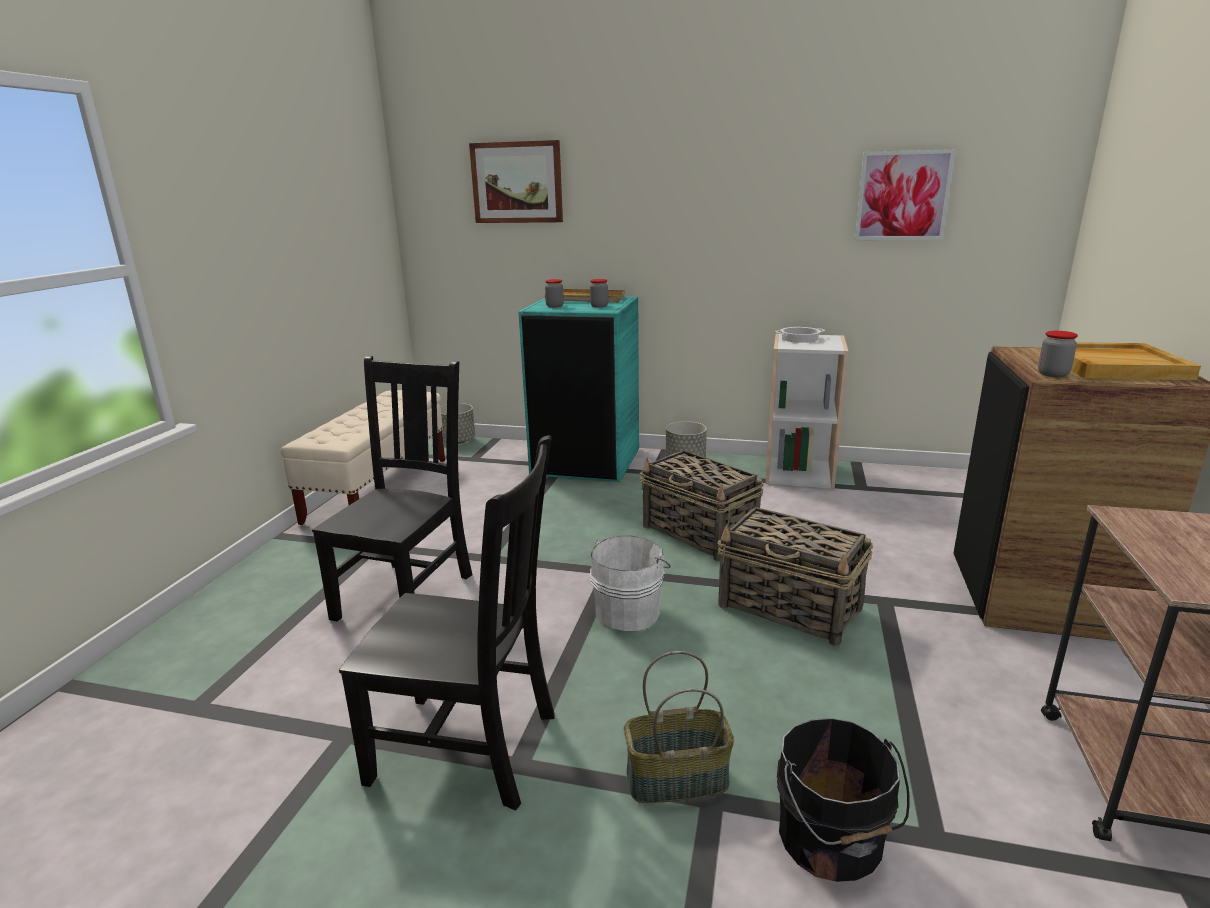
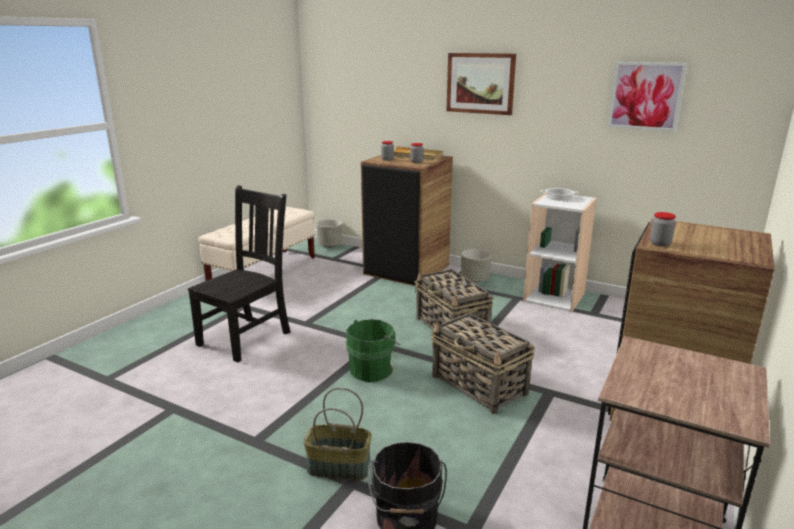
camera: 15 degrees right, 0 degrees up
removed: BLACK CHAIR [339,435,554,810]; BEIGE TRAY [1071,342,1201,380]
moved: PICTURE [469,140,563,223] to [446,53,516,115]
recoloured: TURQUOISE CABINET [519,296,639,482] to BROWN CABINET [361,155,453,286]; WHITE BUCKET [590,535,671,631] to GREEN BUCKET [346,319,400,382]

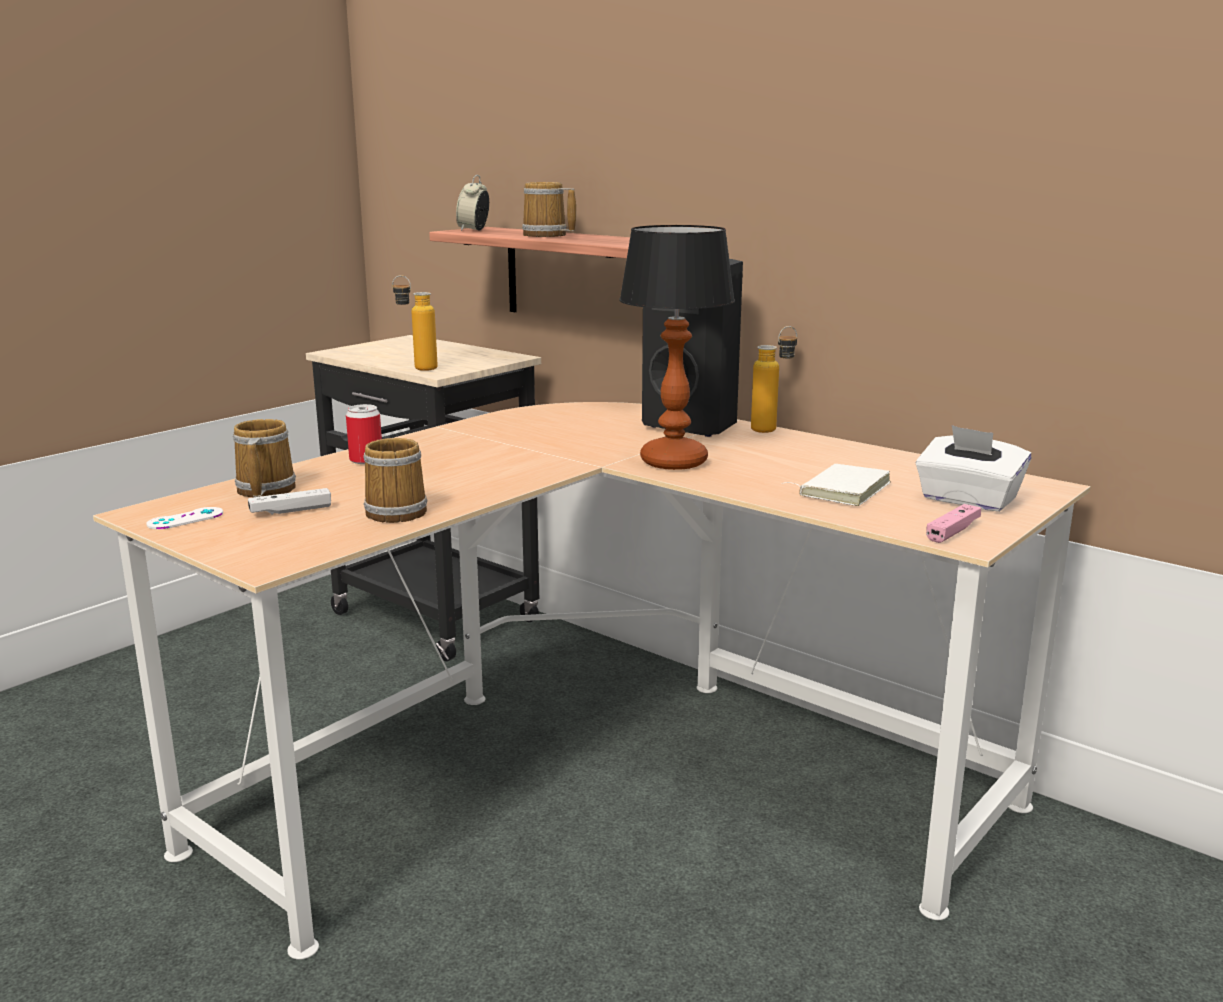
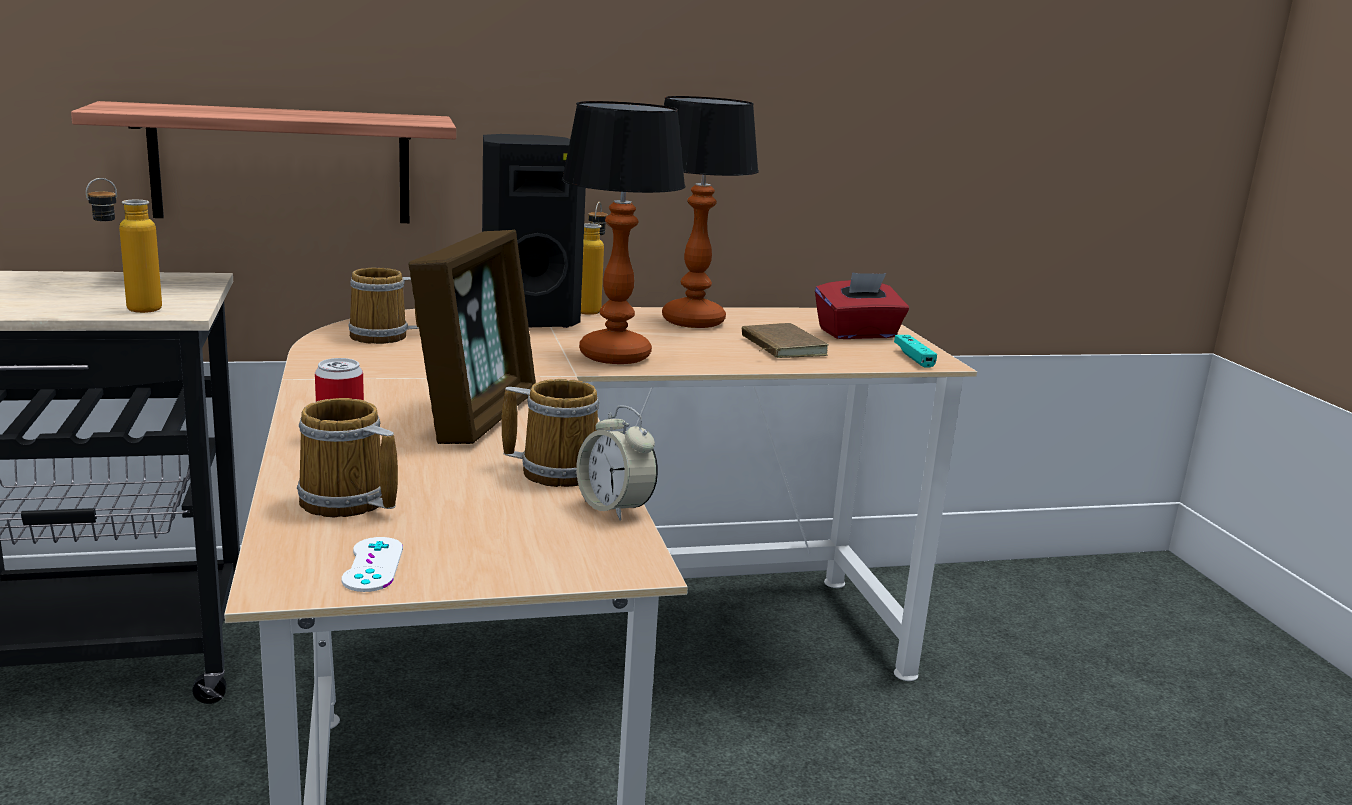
camera: 55 degrees left, 0 degrees up
removed: WHITE GAME CONTROLLER [248,488,331,515]
added: PICTURE FRAME [409,229,536,444]; TABLE LAMP [662,96,759,328]
moved: ALARM CLOCK [456,175,489,231] to [576,406,658,521]; MUG [522,182,576,237] to [348,268,419,344]
recoloured: WHITE BOOK [782,464,891,506] to BROWN BOOK [742,323,828,358]; WHITE TISSUE BOX [916,425,1031,512] to RED TISSUE BOX [815,272,909,339]; PINK GAME CONTROLLER [926,504,981,543] to TURQUOISE GAME CONTROLLER [894,335,937,368]

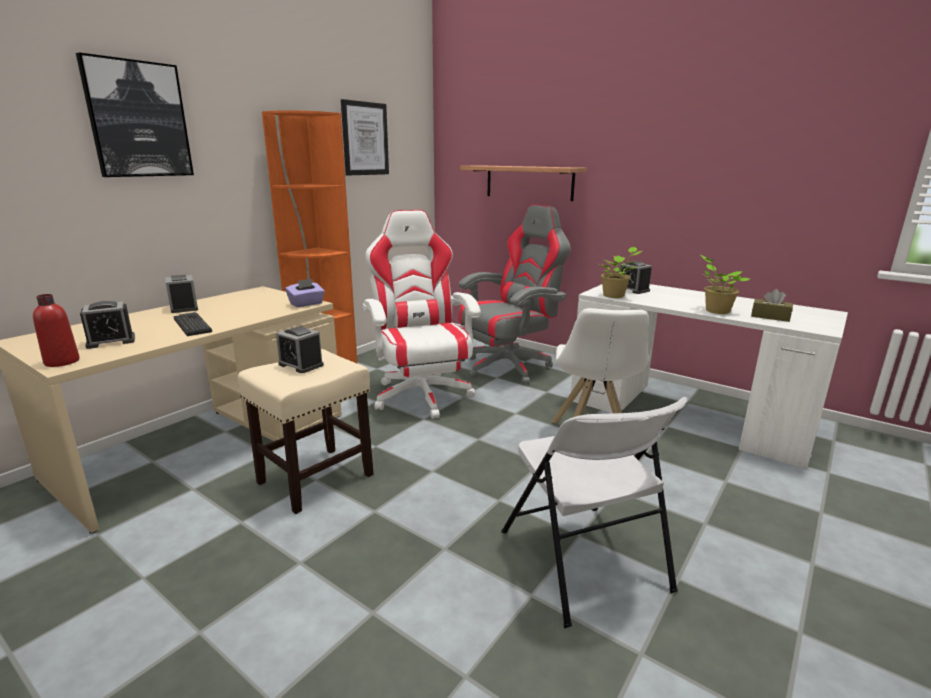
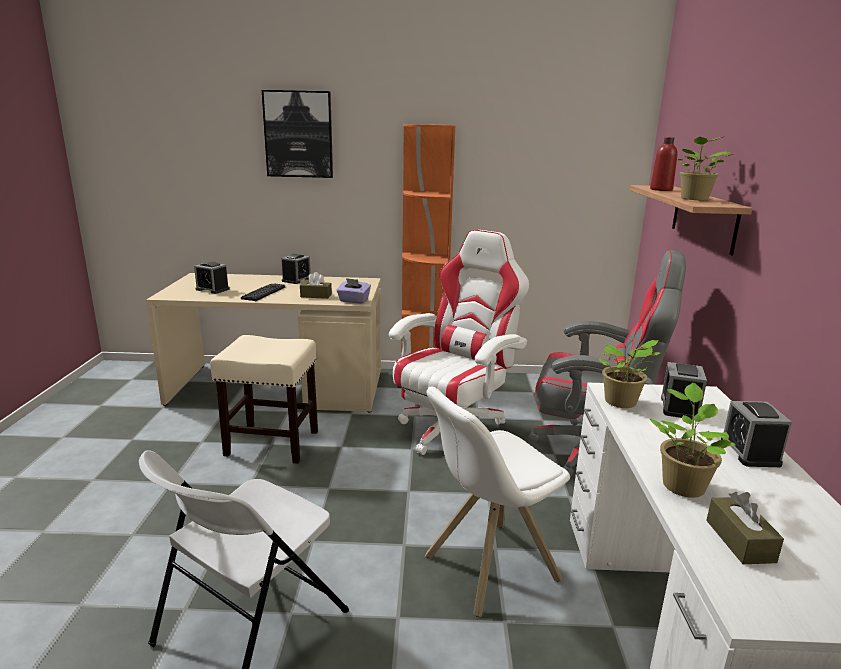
camera: 55 degrees right, 0 degrees up
removed: PICTURE [341,99,389,176]
added: BROWN TISSUE BOX [300,272,332,299]; POTTED PLANT [677,137,733,200]
moved: RED BOTTLE [33,294,80,367] to [650,137,678,191]; ALARM CLOCK [276,326,324,373] to [721,401,792,467]

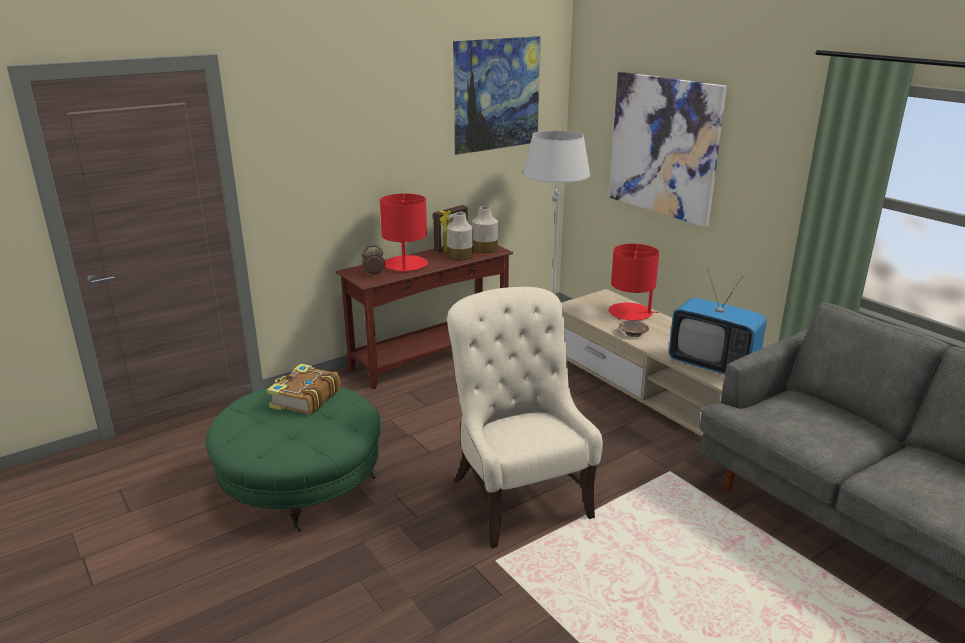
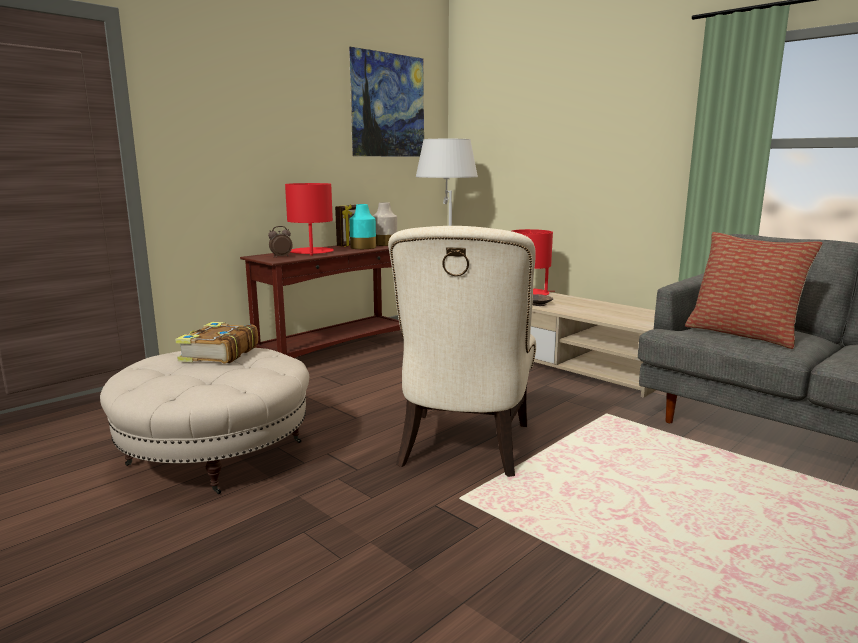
camera: 10 degrees left, 10 degrees down
removed: PICTURE [609,72,727,227]; TELEVISION [668,268,767,375]
added: PILLOW [685,232,823,349]
recoloured: GREEN OTTOMAN [206,387,381,532] to BEIGE OTTOMAN [100,348,309,494]; BEIGE VASE [447,212,473,260] to TURQUOISE VASE [350,204,376,249]
turned: BEIGE ARMCHAIR [447,287,603,549] = [388,226,536,477] 135 degrees counterclockwise

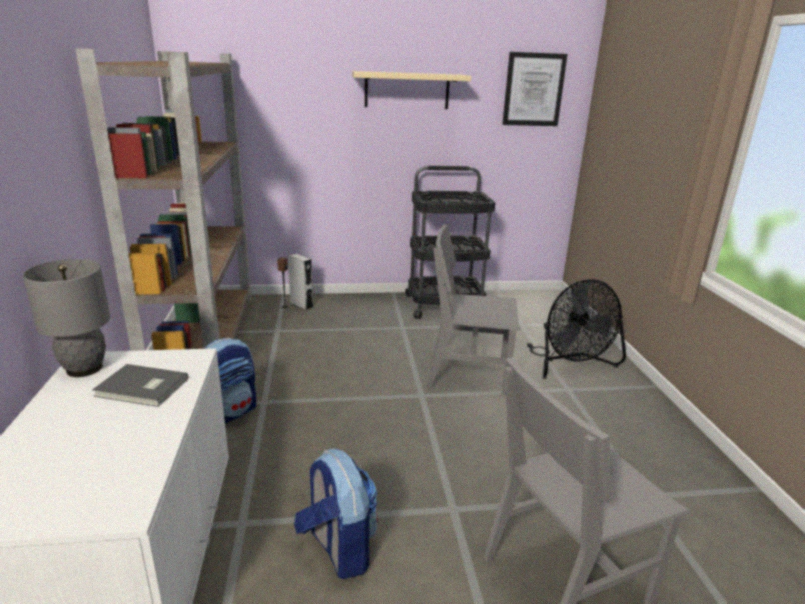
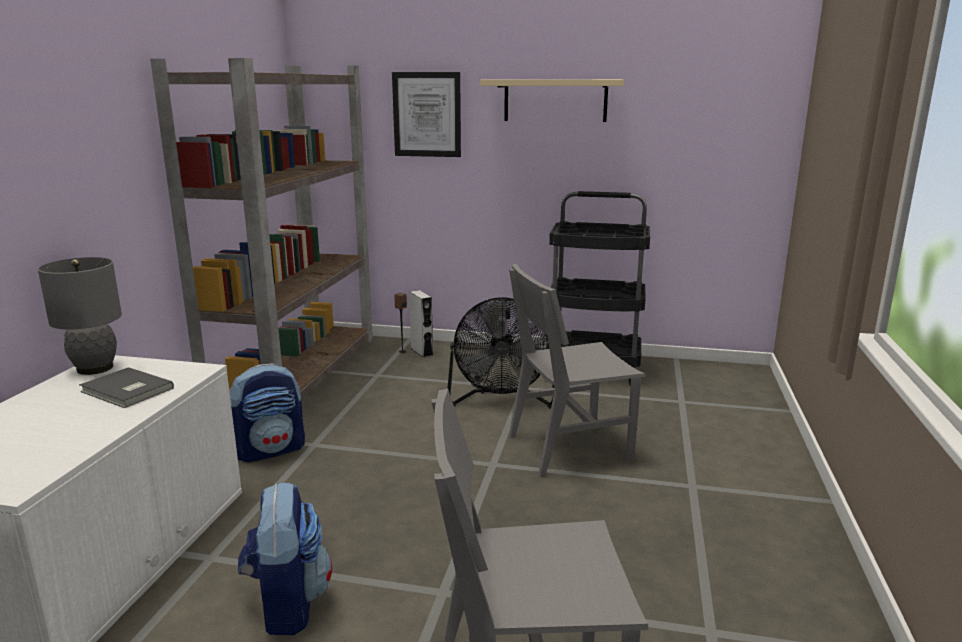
camera: 20 degrees right, 5 degrees down
moved: PICTURE [502,52,567,126] to [392,72,461,157]; BLACK FAN [527,279,626,379] to [447,297,554,409]
turned: GREY CHAIR [427,225,520,395] = [509,264,646,477] 45 degrees counterclockwise

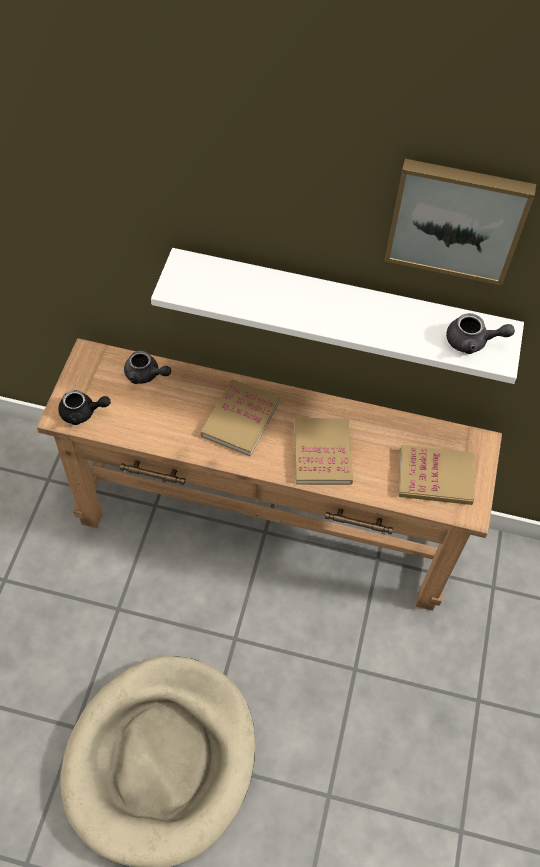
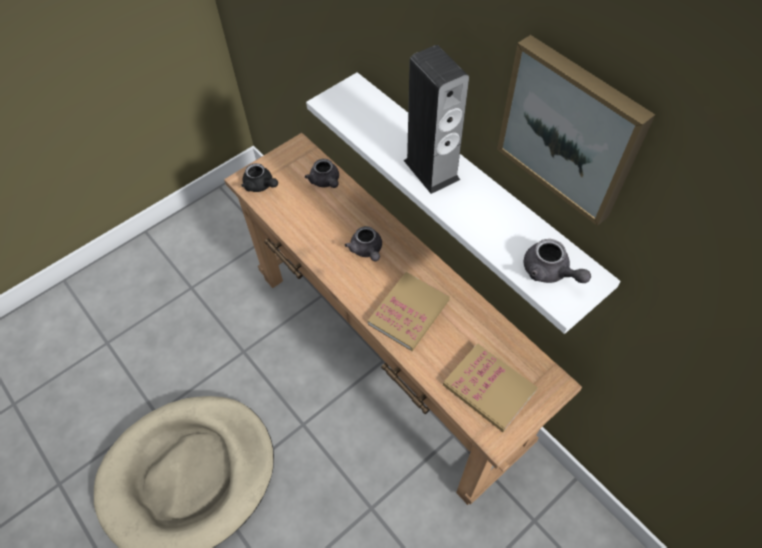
camera: 40 degrees right, 0 degrees up
added: SPEAKER [404,45,469,194]
replaced: BOOK [201,379,280,457] to GREY TEAPOT [345,226,382,261]

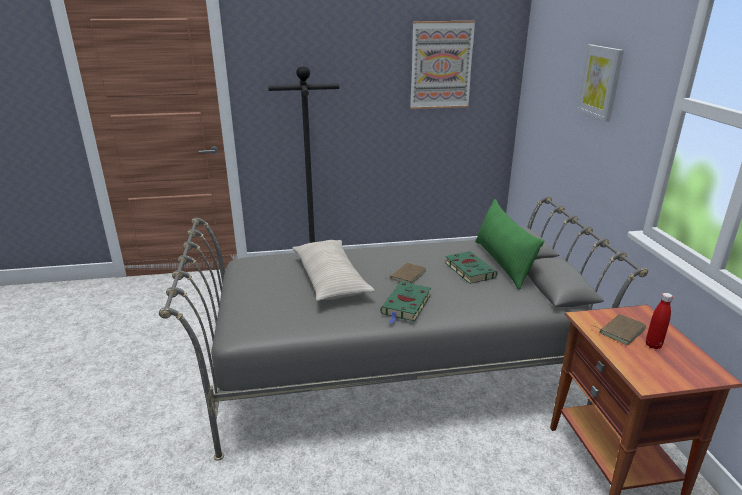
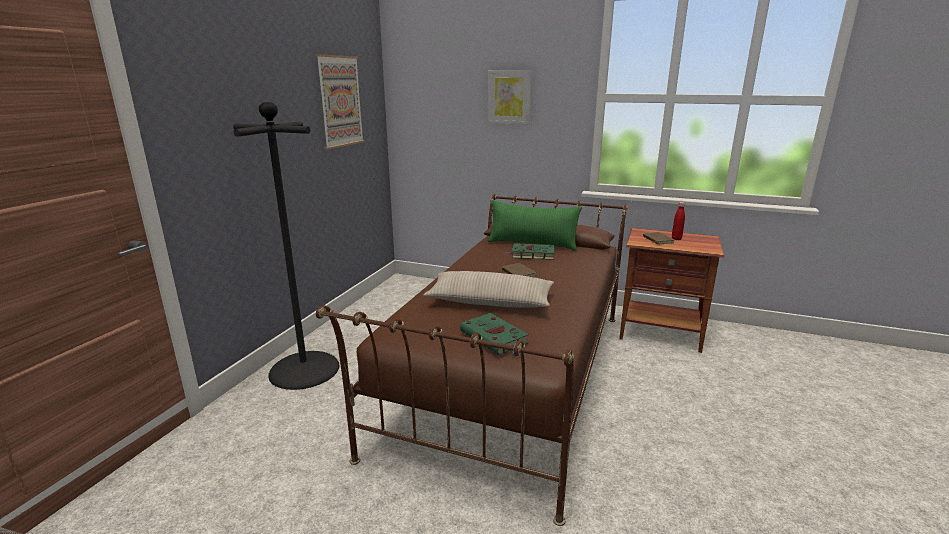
camera: 60 degrees left, 5 degrees down
moved: GREEN BOOK [380,282,431,324] to [460,313,529,357]
recoloured: GREY BED [159,196,648,461] to BROWN BED [316,194,628,526]

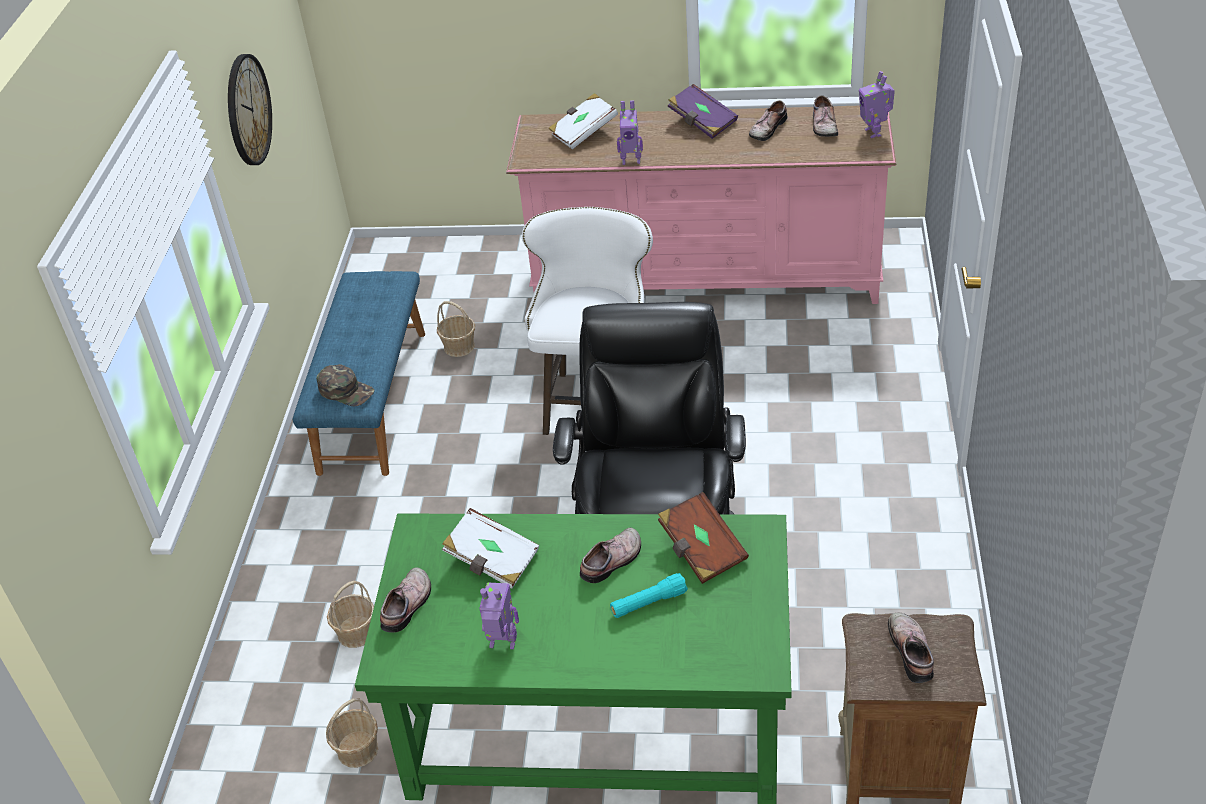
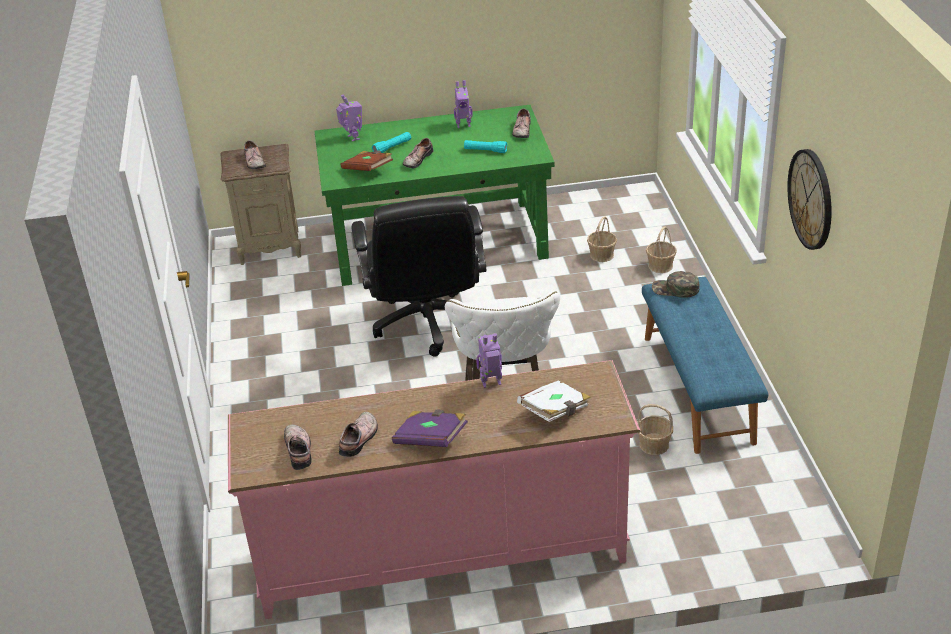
camera: 165 degrees right, 5 degrees down
moved: BASKET [326,698,379,768] to [646,226,677,273]; TOY ROBOT [859,71,895,138] to [336,94,362,142]
replaced: WHITE BOOK [442,508,539,589] to TURQUOISE FLASHLIGHT [464,140,507,153]

